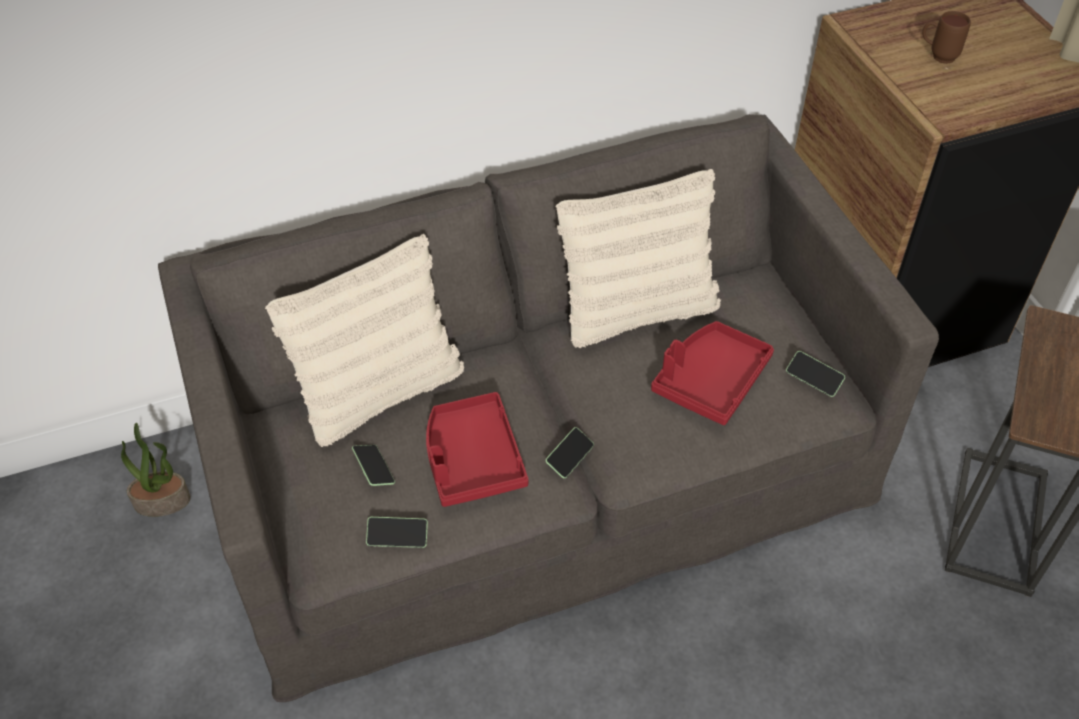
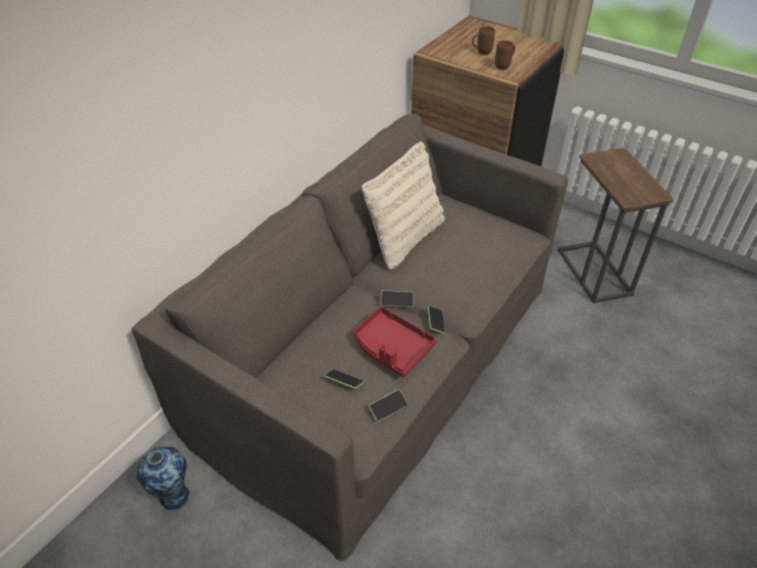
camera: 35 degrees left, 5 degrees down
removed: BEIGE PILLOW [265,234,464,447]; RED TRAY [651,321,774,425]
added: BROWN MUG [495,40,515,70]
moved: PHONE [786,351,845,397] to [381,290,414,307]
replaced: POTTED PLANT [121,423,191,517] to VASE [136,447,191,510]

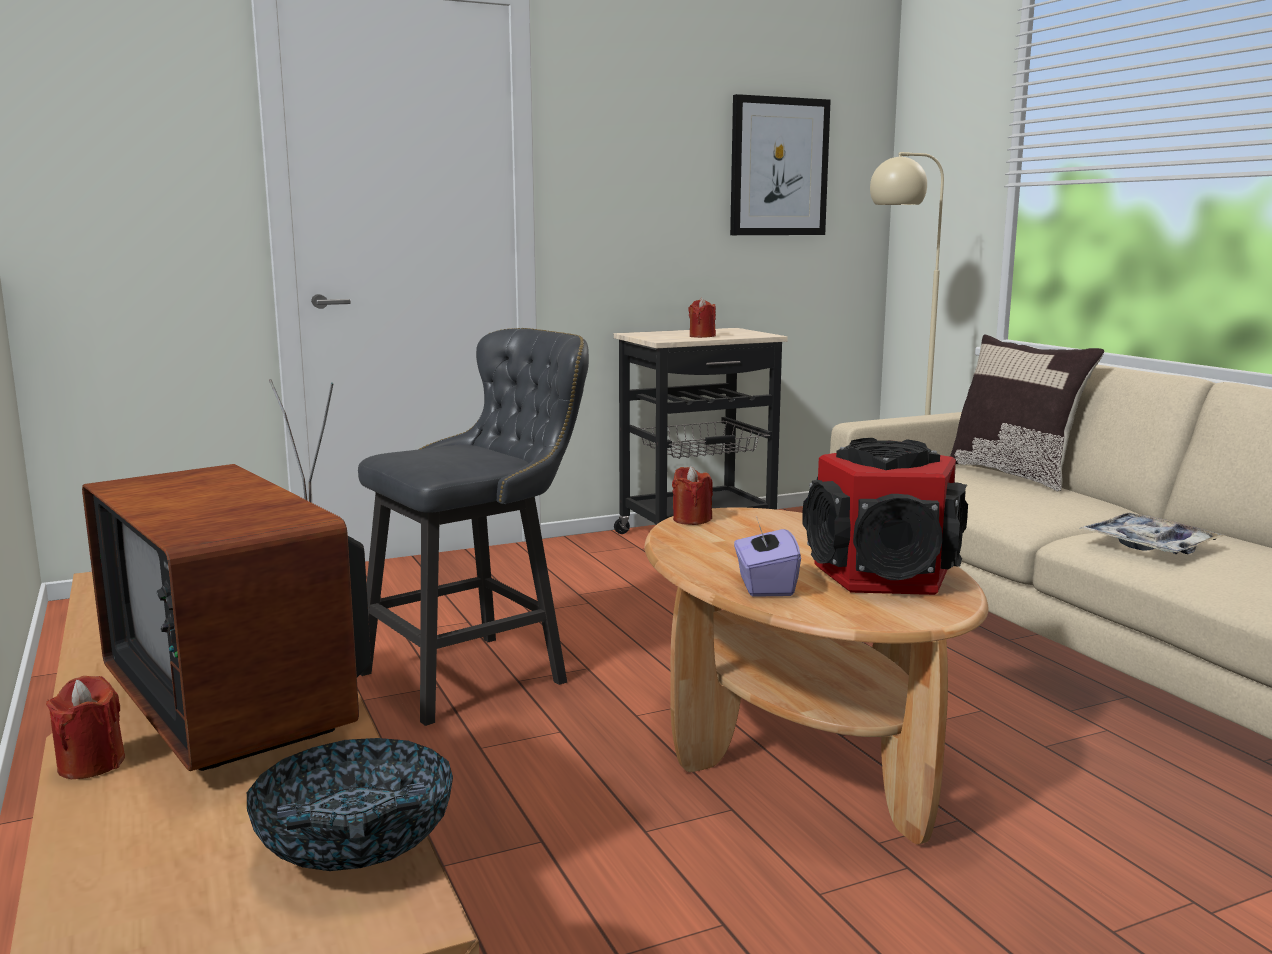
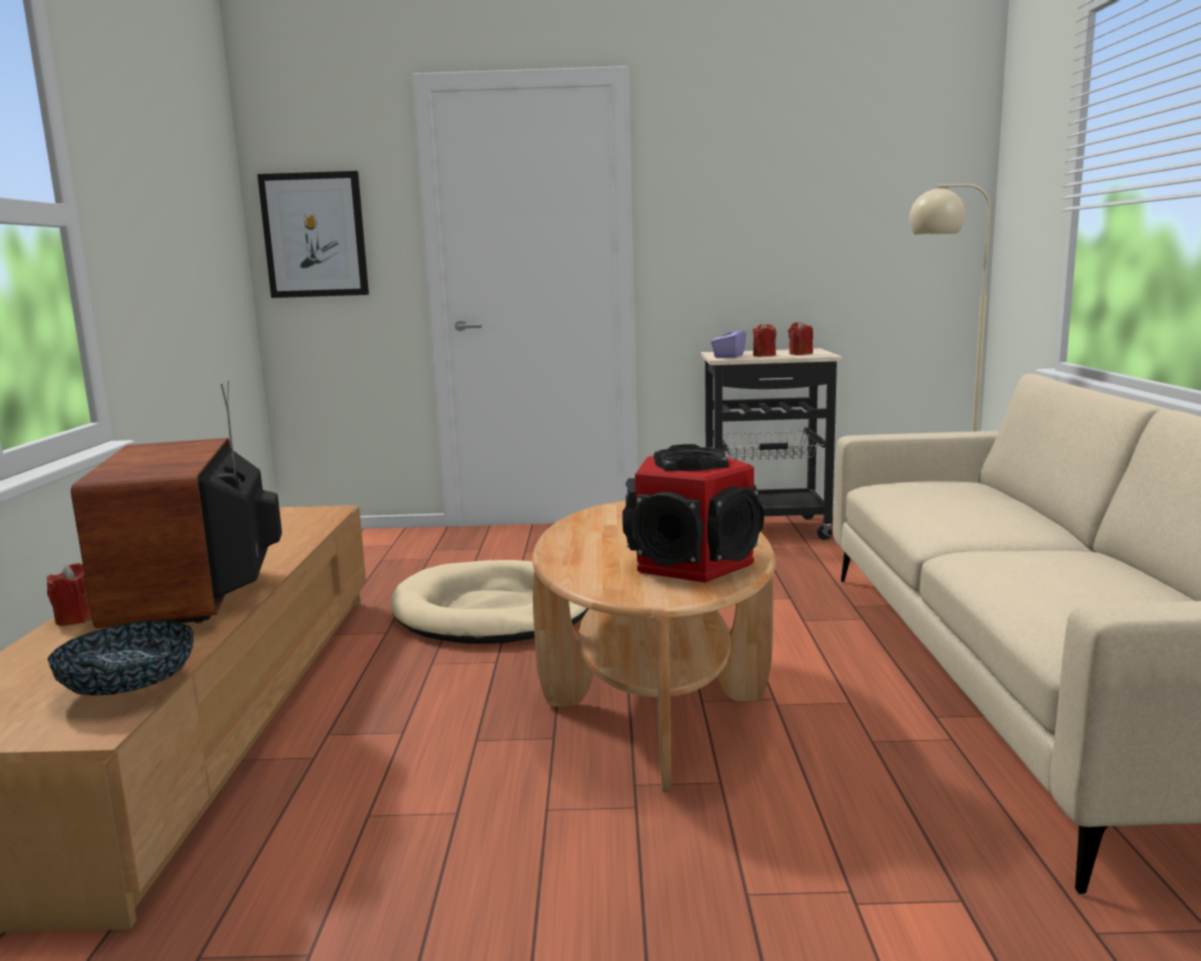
camera: 25 degrees right, 0 degrees up
removed: PILLOW [950,334,1104,492]; TRAY [1079,513,1225,555]
moved: RED CANDLE [672,466,713,525] to [788,321,813,355]; PICTURE [730,94,831,235] to [257,171,369,298]; PURPLE TISSUE BOX [734,516,801,597] to [711,323,746,358]
replaced: GREY STOOL [358,328,589,726] to BEIGE DOG BED [390,560,589,644]

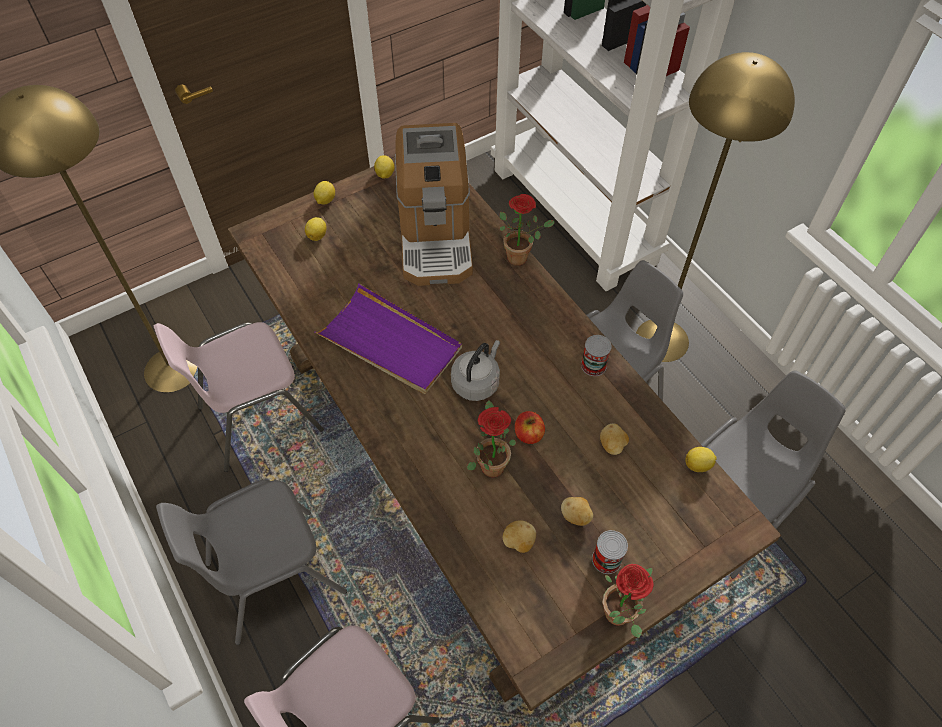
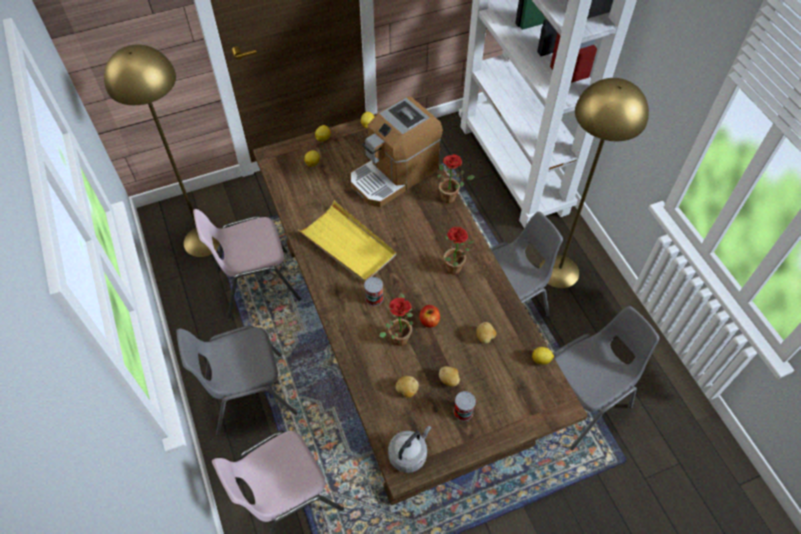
camera: 10 degrees right, 0 degrees up
moved: GREY KETTLE [451,340,500,401] to [388,426,431,473]; CAN [581,335,612,376] to [364,277,383,306]; POTTED PLANT [603,564,654,638] to [444,227,475,274]
recoloured: PURPLE TRAY [314,283,462,394] to YELLOW TRAY [298,201,396,283]
turned: COFFEE MACHINE [395,123,473,286] = [351,96,443,207] 45 degrees clockwise

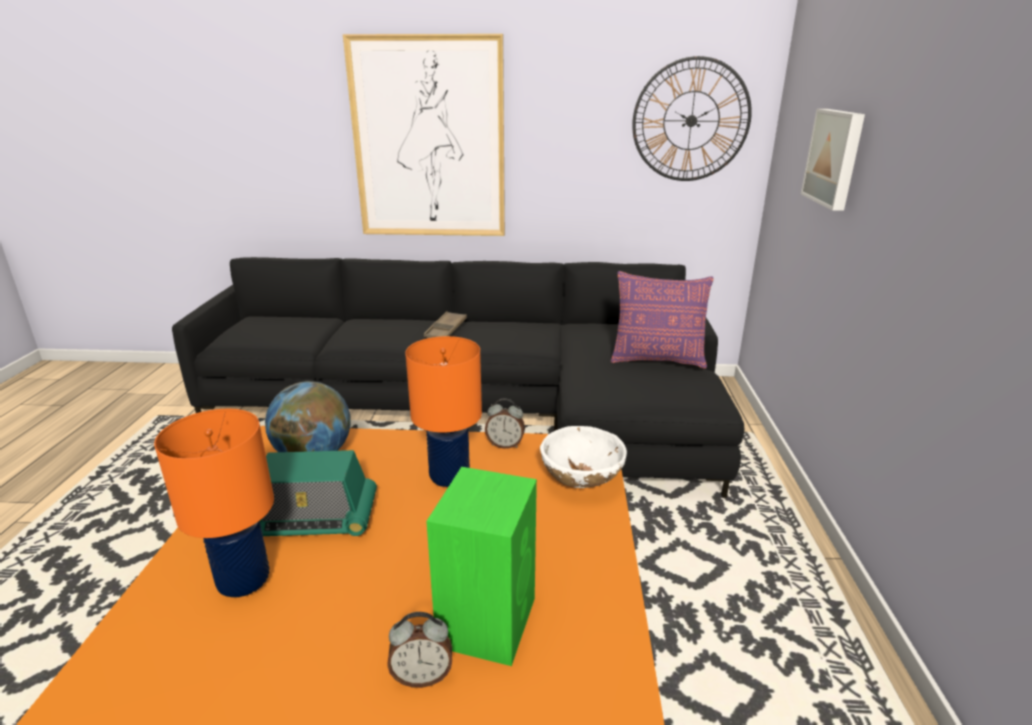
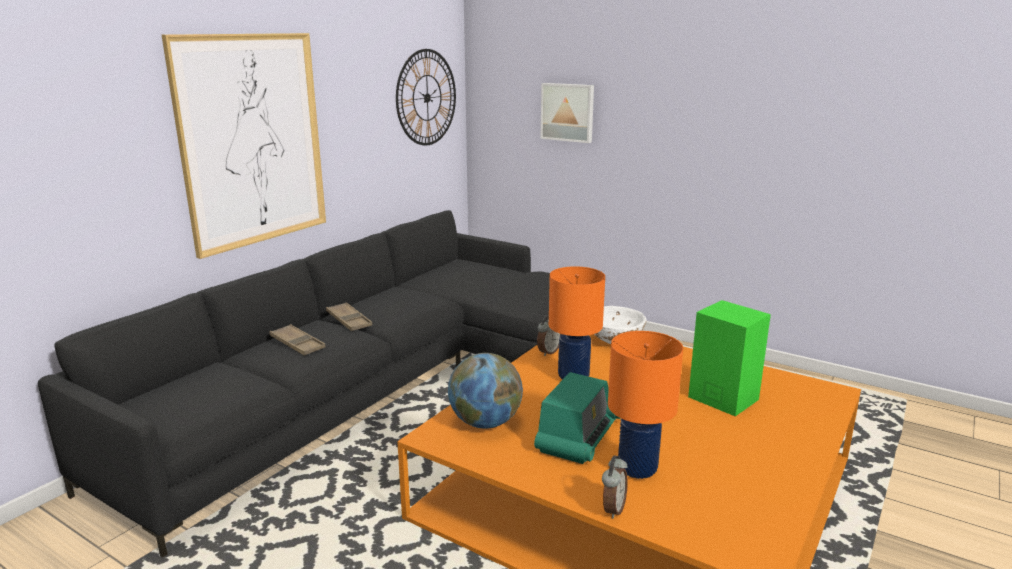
camera: 60 degrees left, 5 degrees down
removed: PURPLE PILLOW [611,271,714,369]
added: BROWN TRAY [269,324,326,356]
moved: ALARM CLOCK [387,612,452,688] to [602,456,628,519]

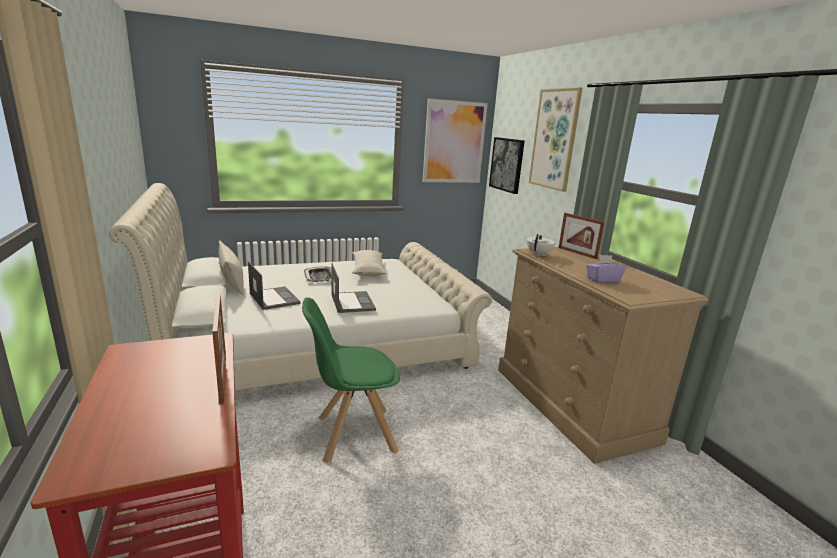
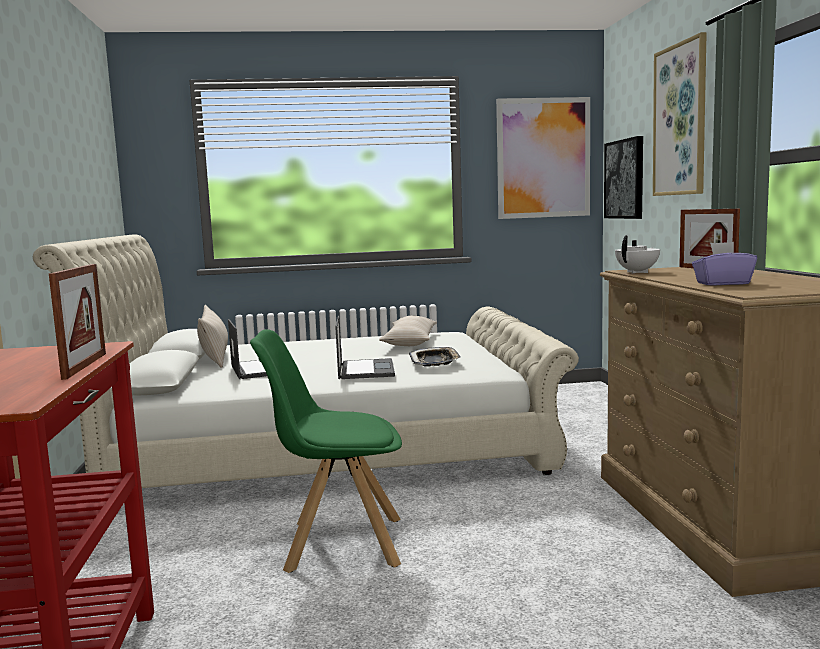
camera: 15 degrees right, 10 degrees down
moved: TRAY [304,266,332,282] to [409,347,461,367]

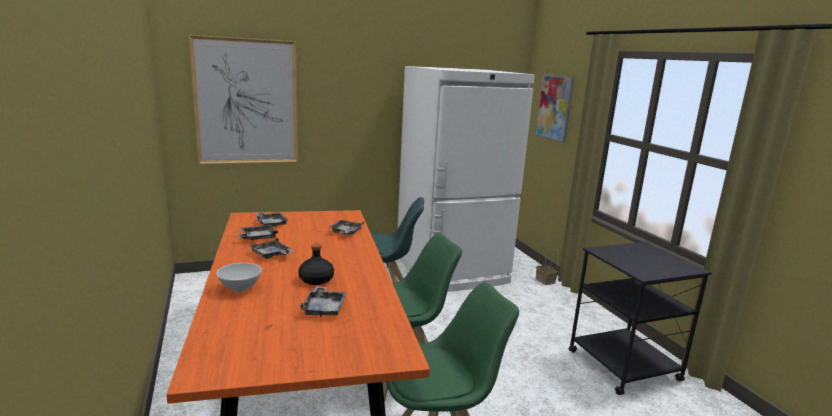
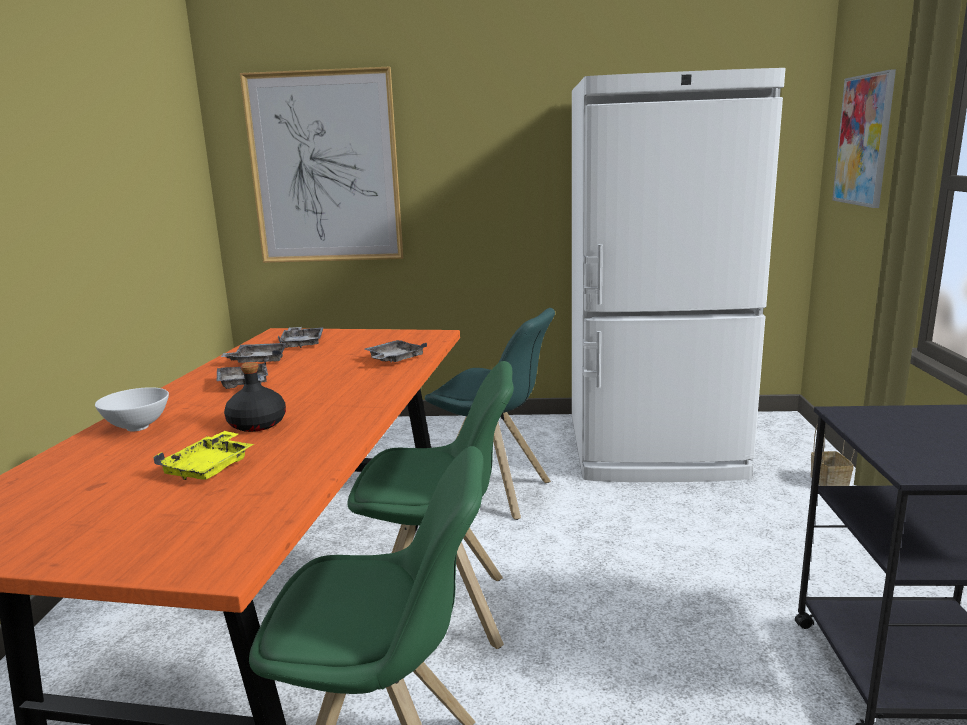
camera: 25 degrees right, 0 degrees up
recoloured: GREY TRAY [301,286,347,317] to YELLOW TRAY [153,431,254,480]

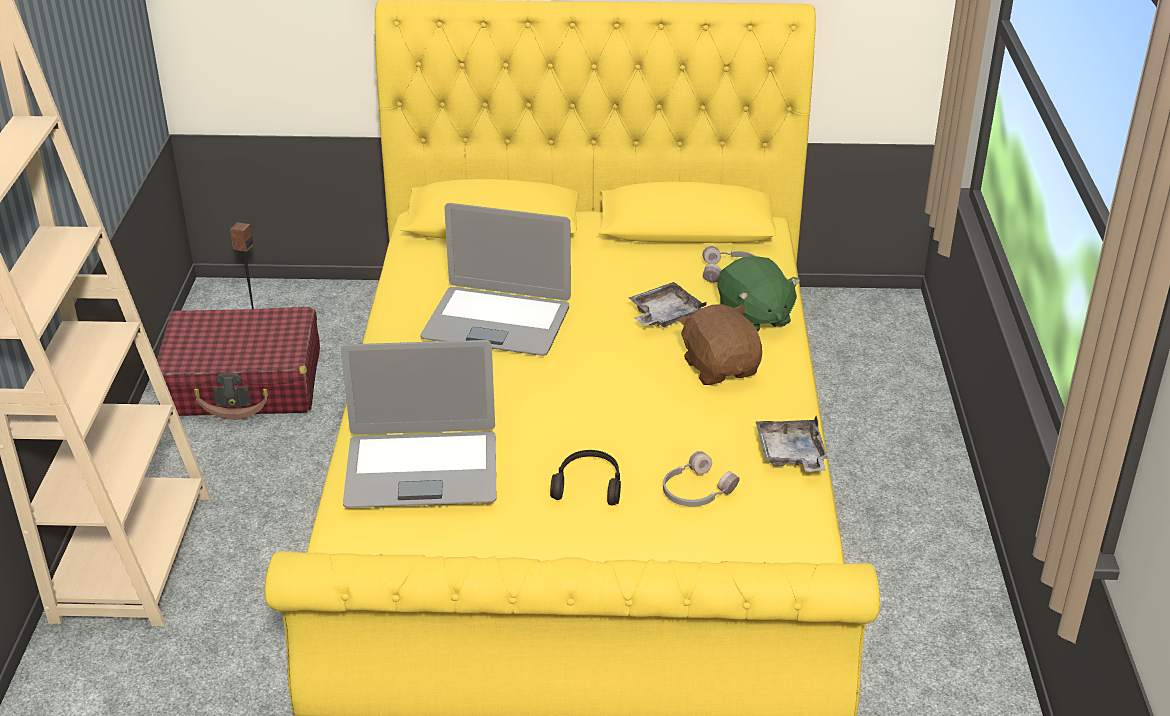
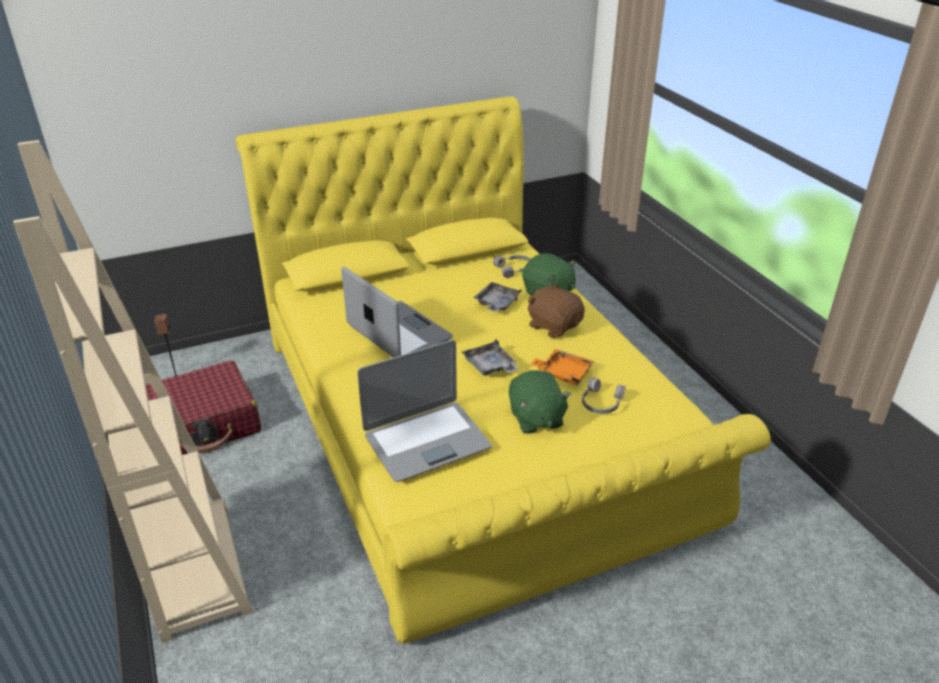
camera: 25 degrees left, 0 degrees up
added: ORANGE TRAY [530,349,594,386]
moved: GREY TRAY [755,416,828,472] to [462,338,519,376]
replaced: BLACK HEADPHONES [550,450,621,505] to GREEN PLUSH TOY [509,370,572,434]
turned: LAPTOP [420,203,571,356] = [341,267,453,358] 120 degrees counterclockwise

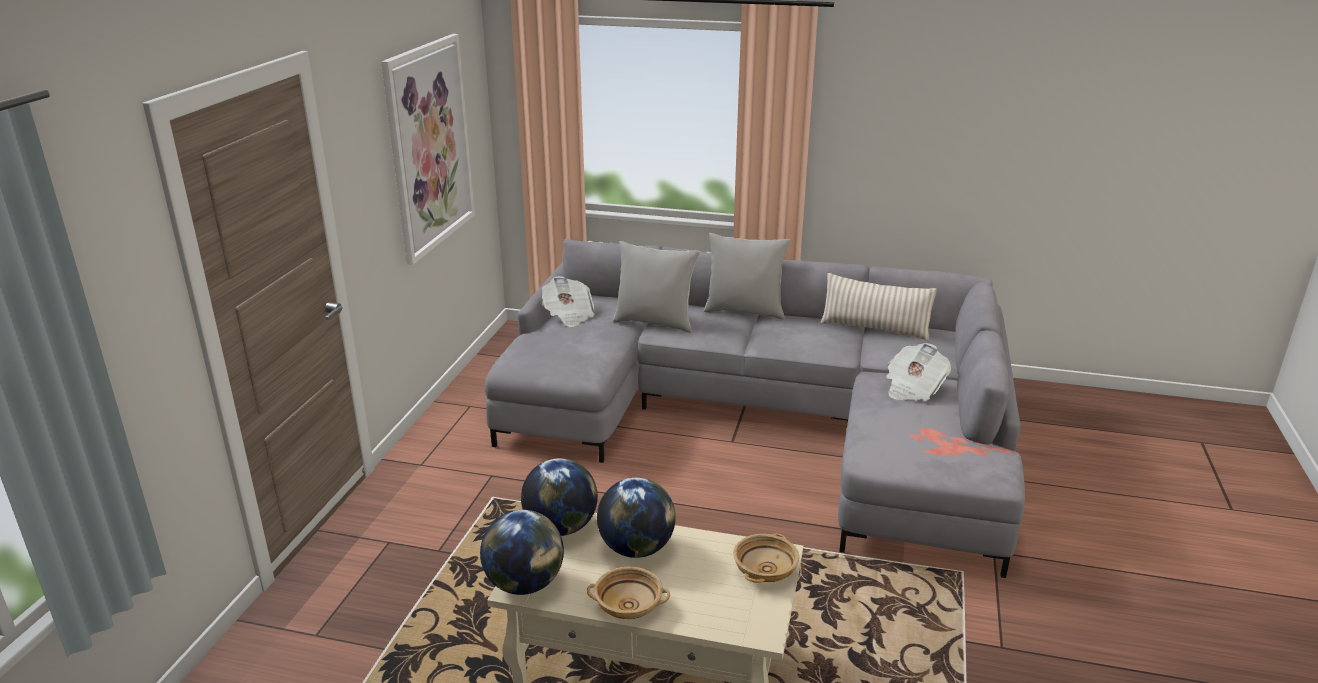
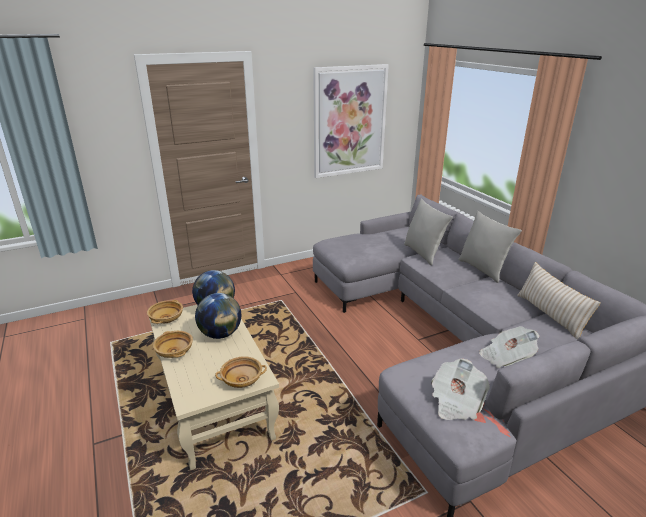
camera: 50 degrees right, 0 degrees up
moved: NEWSPAPER [542,276,595,327] to [431,358,490,420]
replaced: GLOBE [480,510,564,595] to BEIGE BOWL [147,300,183,324]

